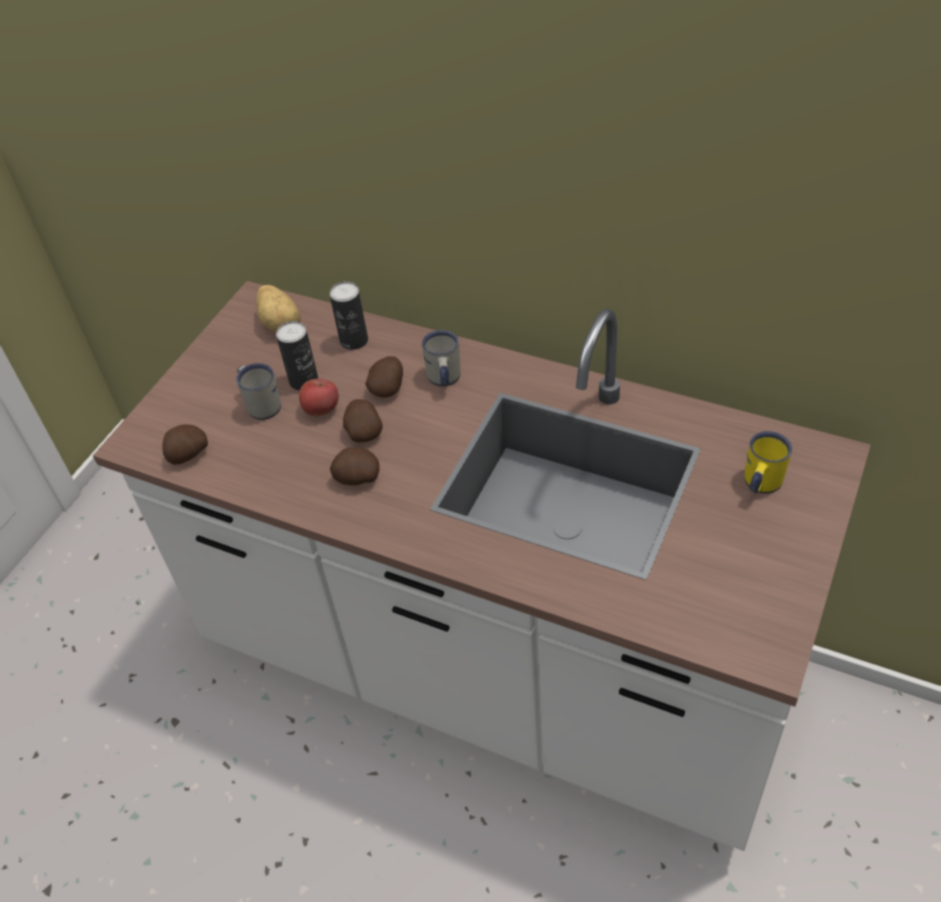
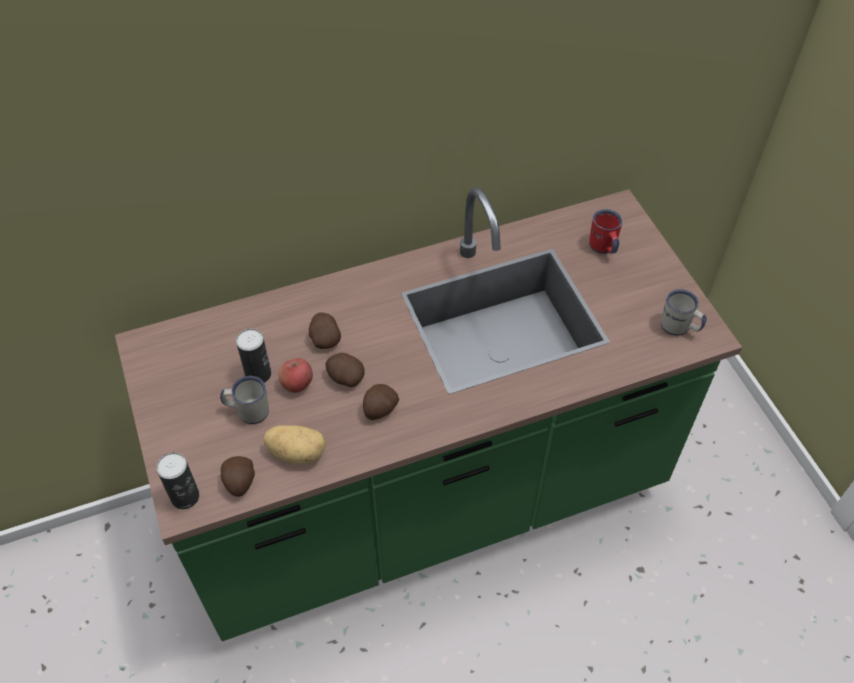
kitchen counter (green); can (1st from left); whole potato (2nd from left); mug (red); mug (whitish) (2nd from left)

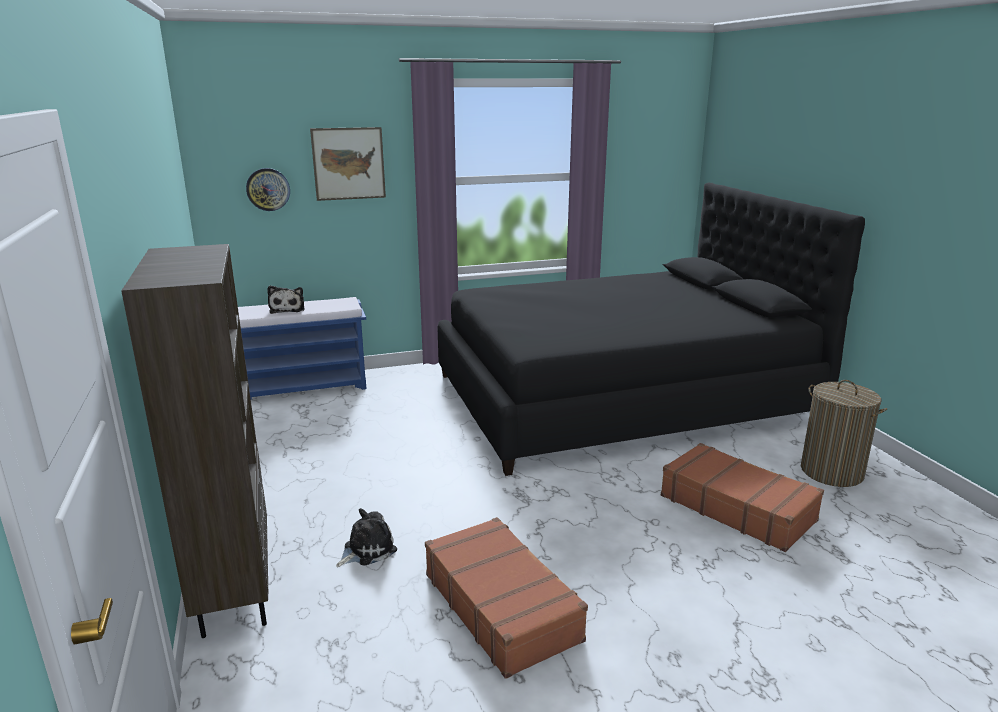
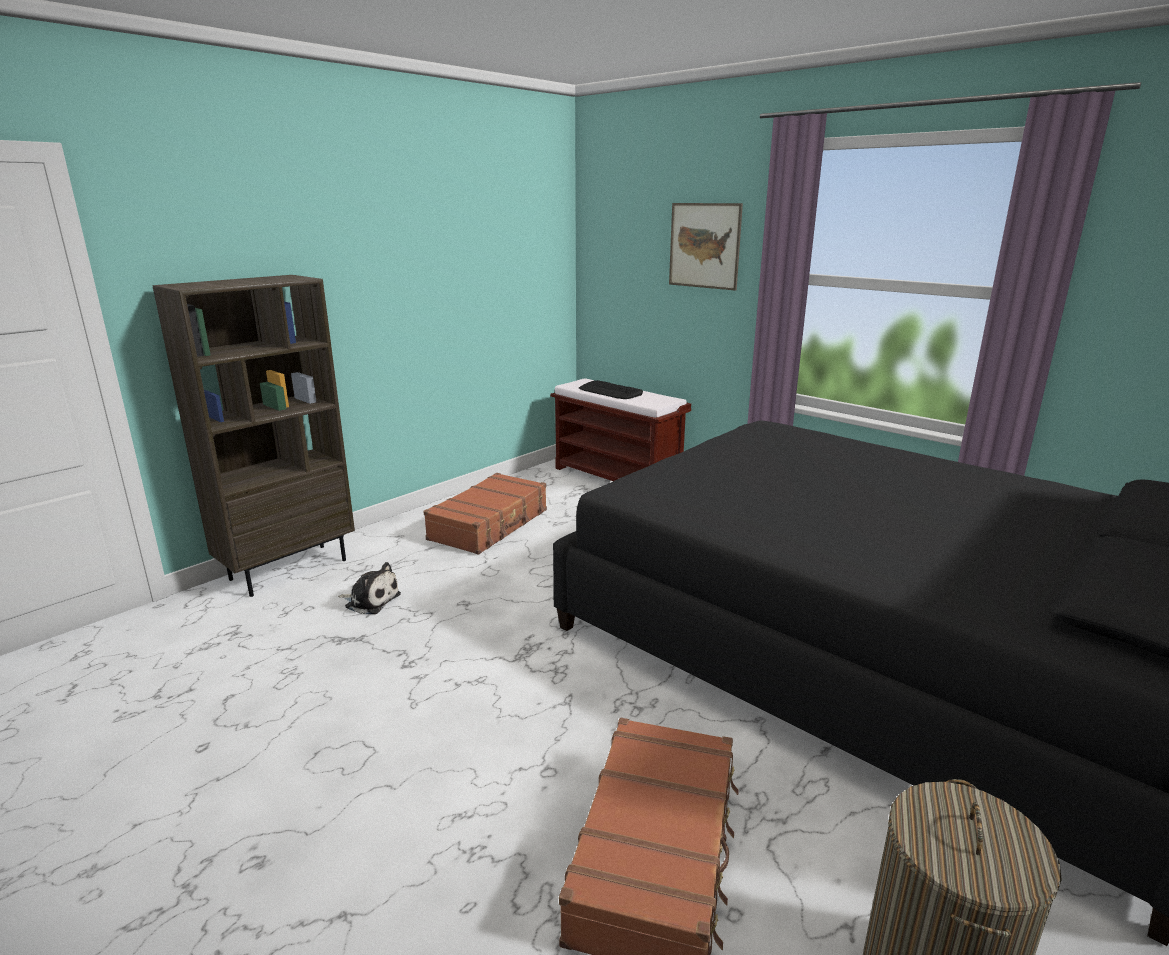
piece of luggage (brownish) (1st from left); long seat (brownish); PC keyboard; clock on the wall

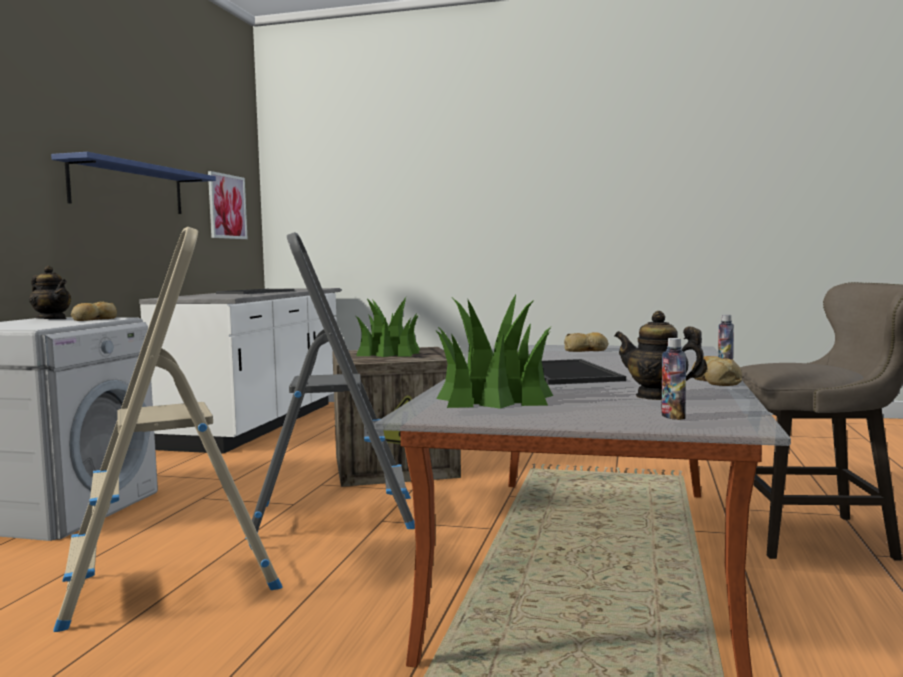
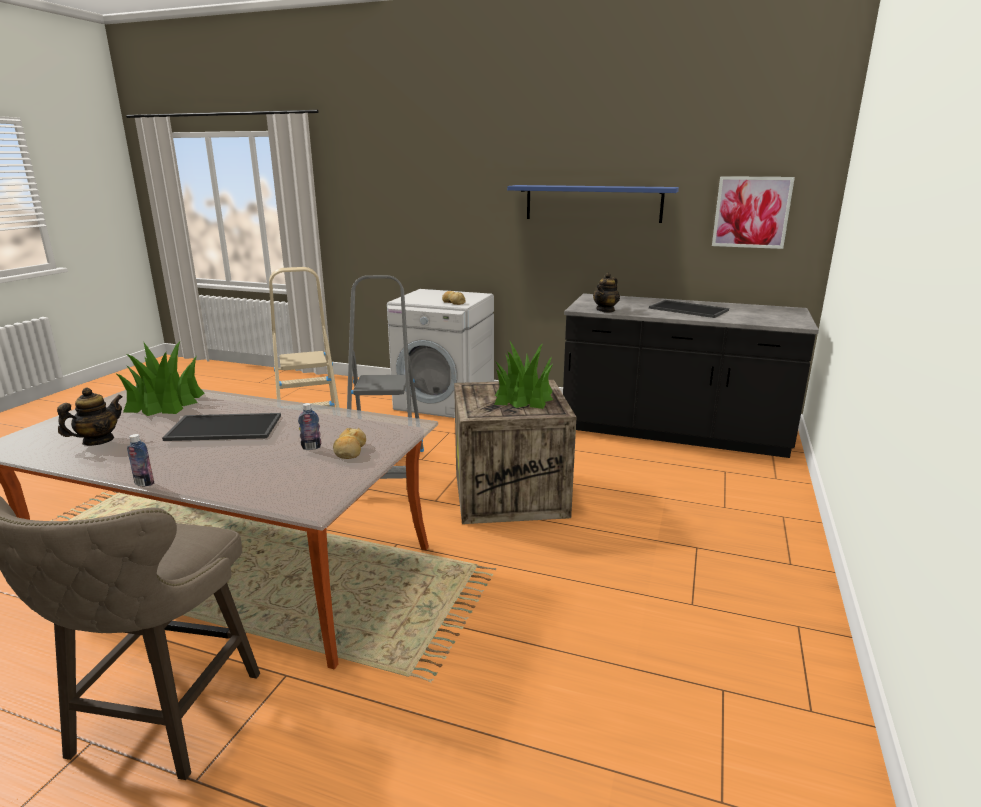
drink bottle (2nd from left); kitchen counter (black); pot for tea (2nd from left); bakery bread (3rd from left in the first image)

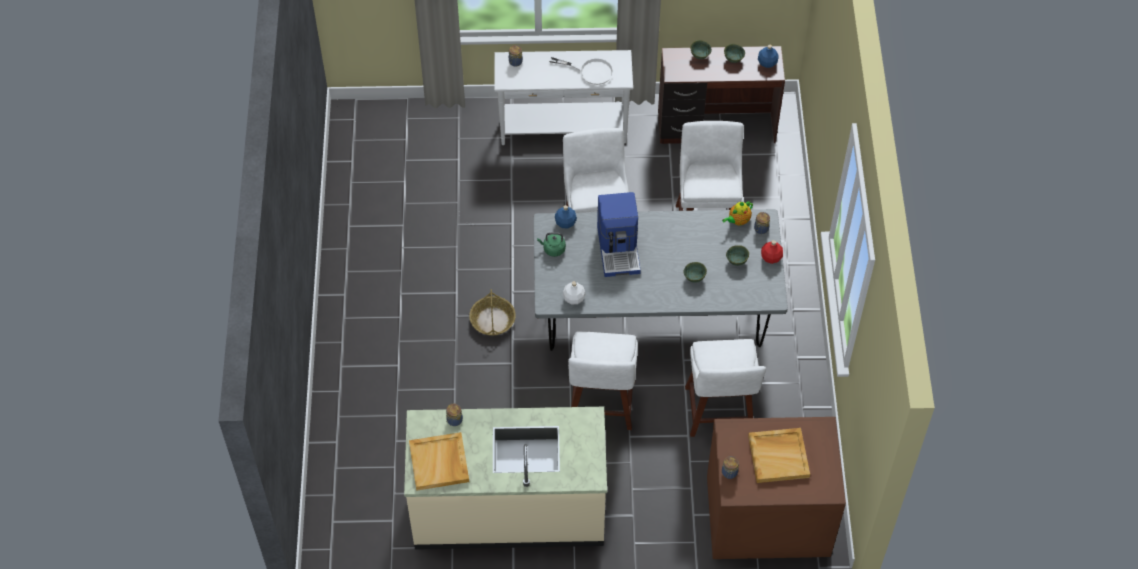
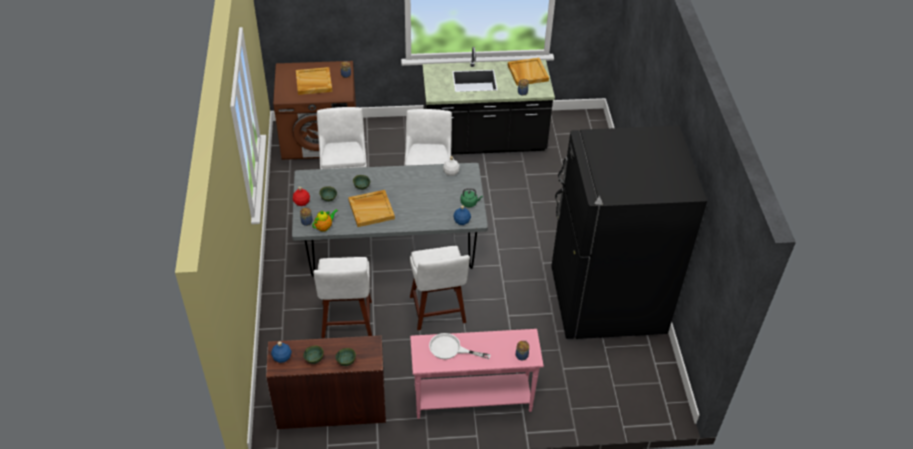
serving tray (beige-coloured) (2nd from left); hall table (pink-coloured); kitchen counter (black); kitchen fridge (black); household basket; coffee machine

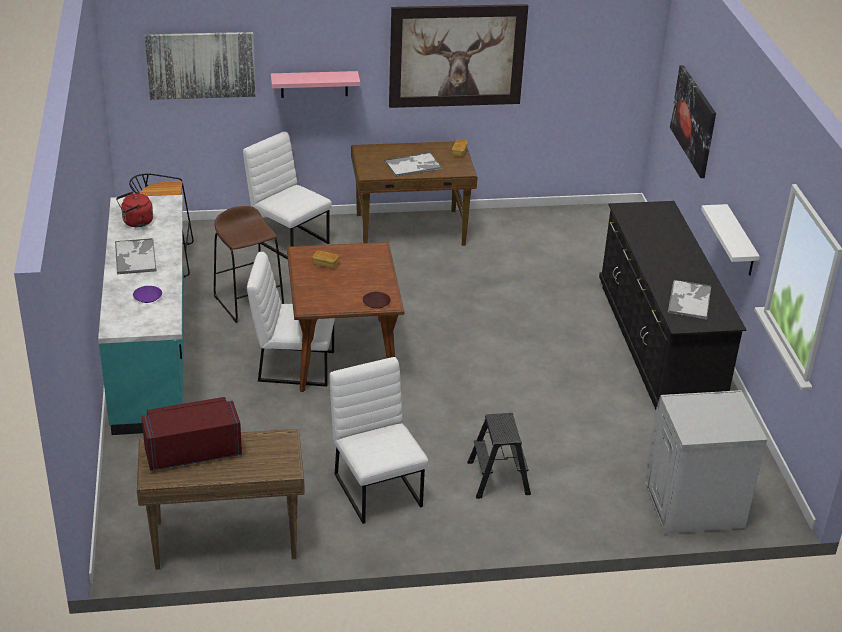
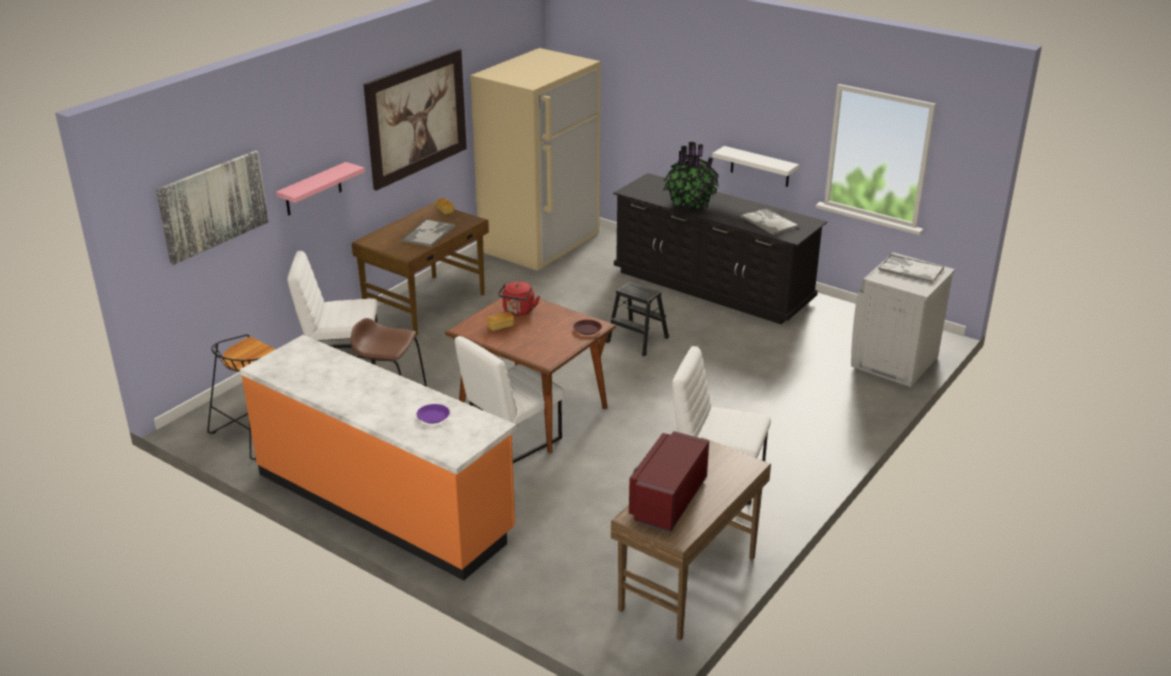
kitchen counter (orange-coloured); kitchen fridge (beige-coloured); water kettle (red); stepladder (black); potted plant; serving tray (3rd from left); wall picture (3rd from left in the first image)

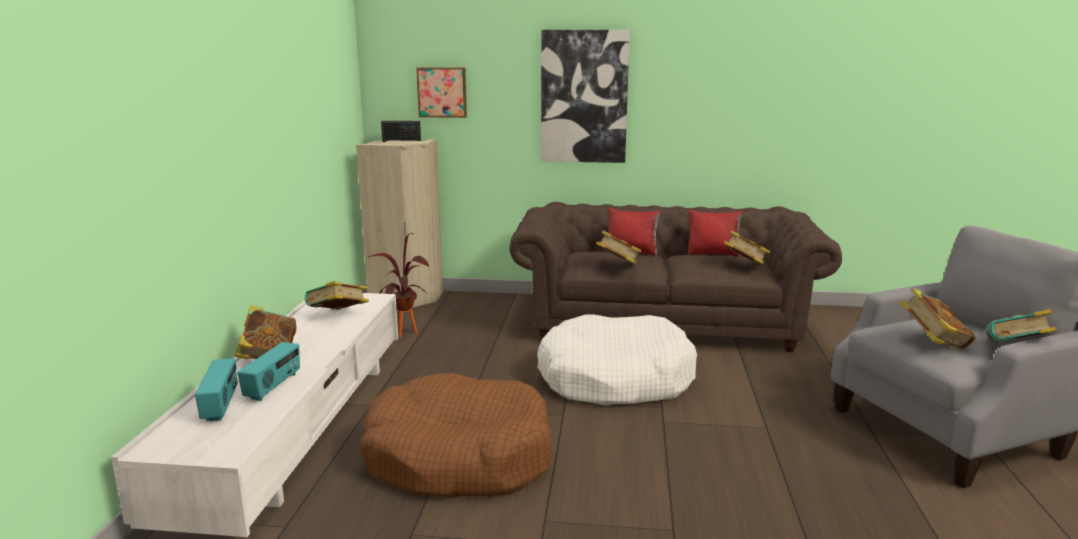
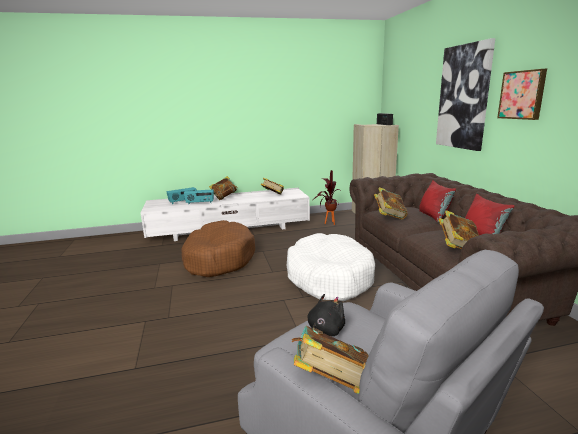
cuddly toy (black); wall picture (2nd from left)

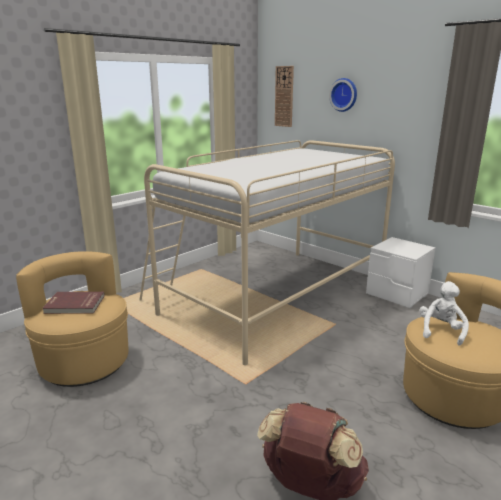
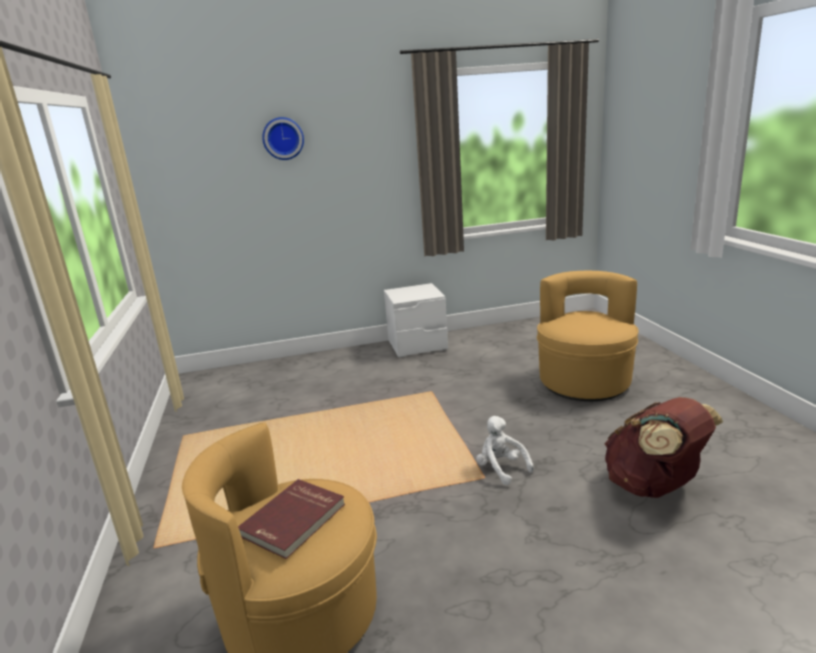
cuddly toy (whitish); sleeping bed (beige-coloured); clock on the wall (1st from left in the first image)

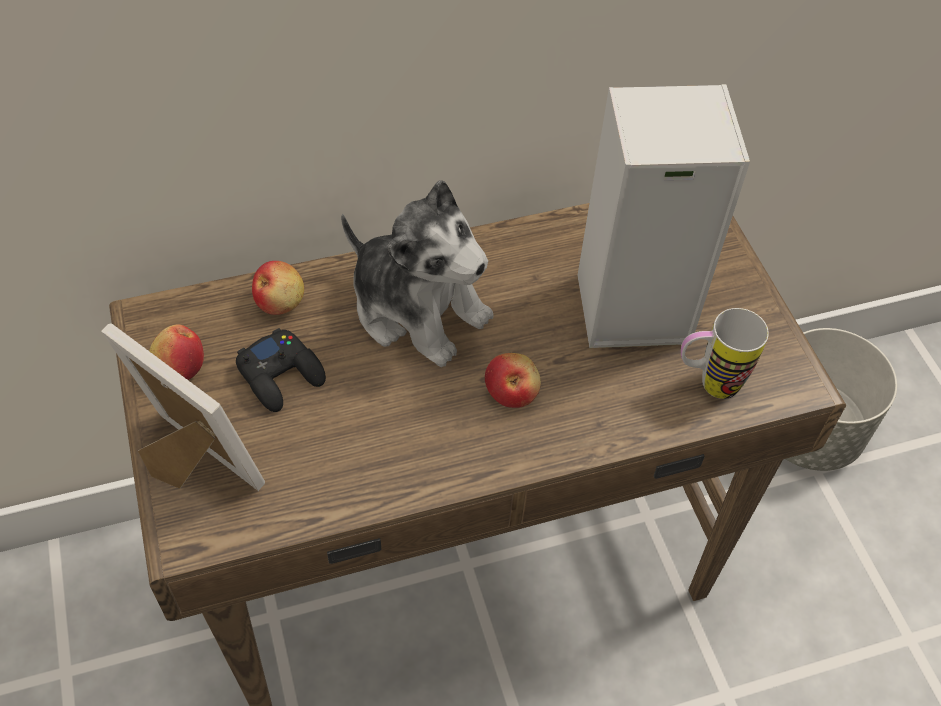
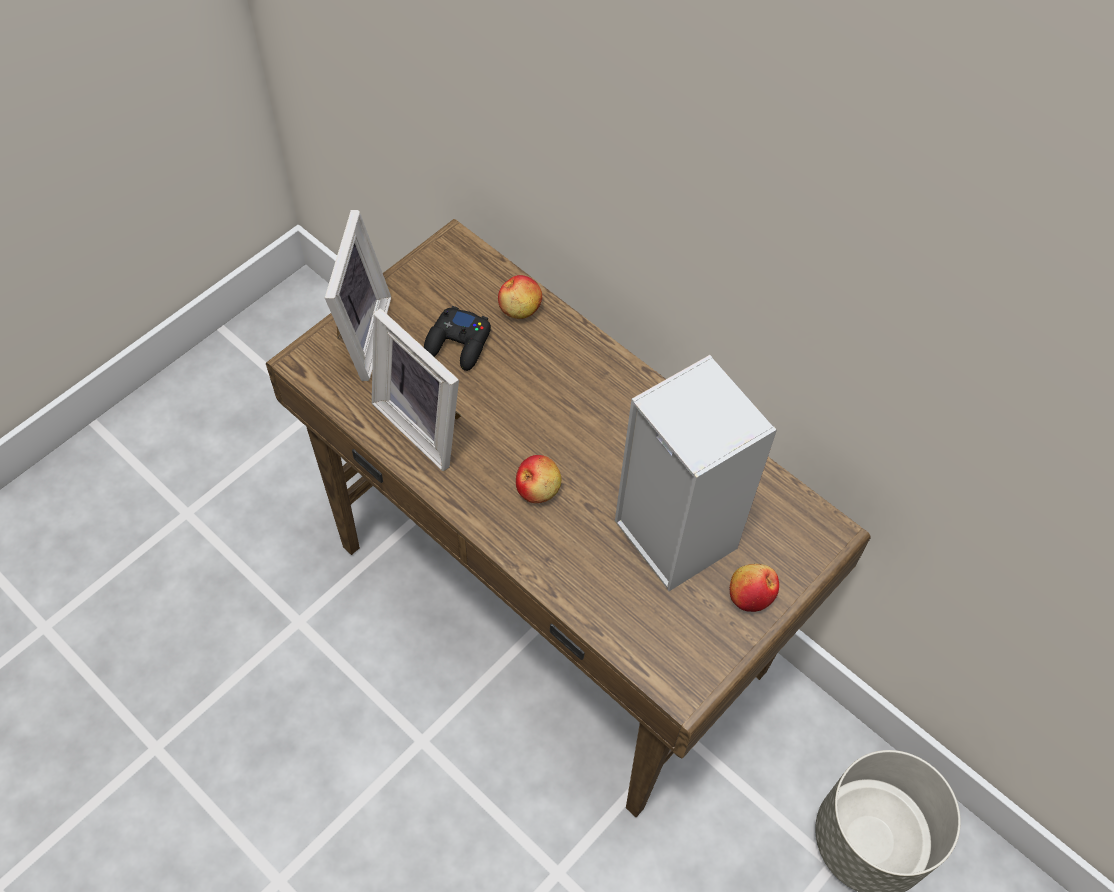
photo frame (2nd from left); whole apple (3rd from left); cuddly toy; mug

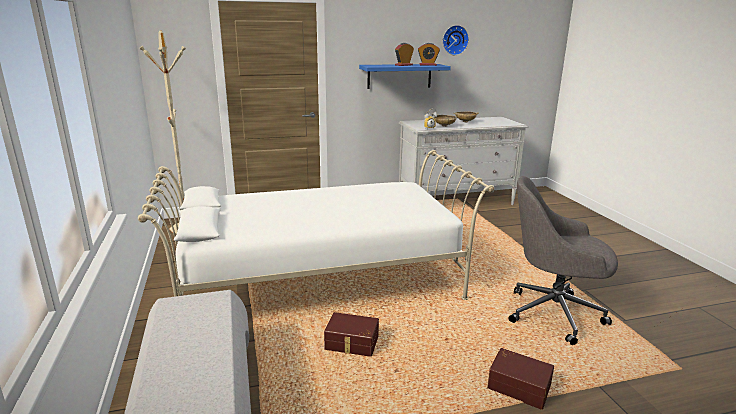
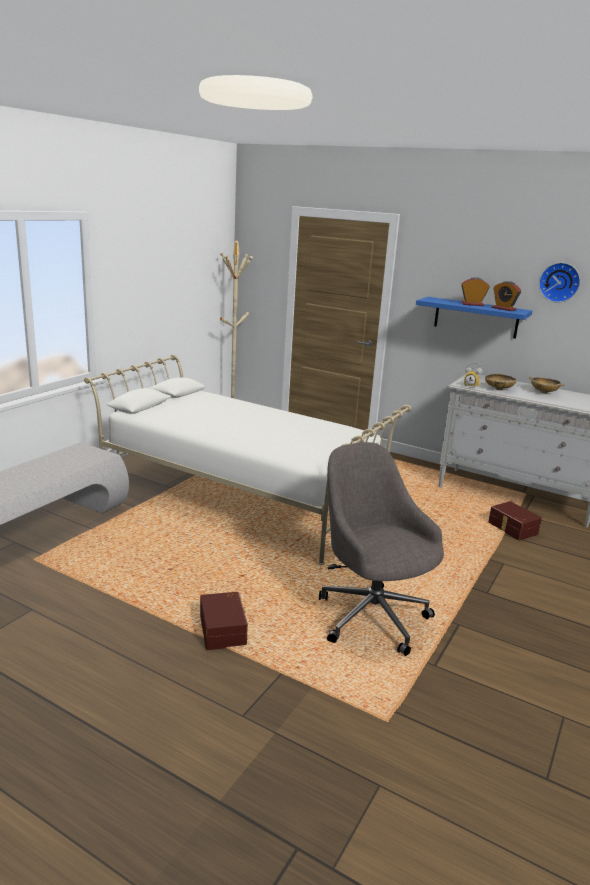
storage bin (brownish) (2nd from left)

